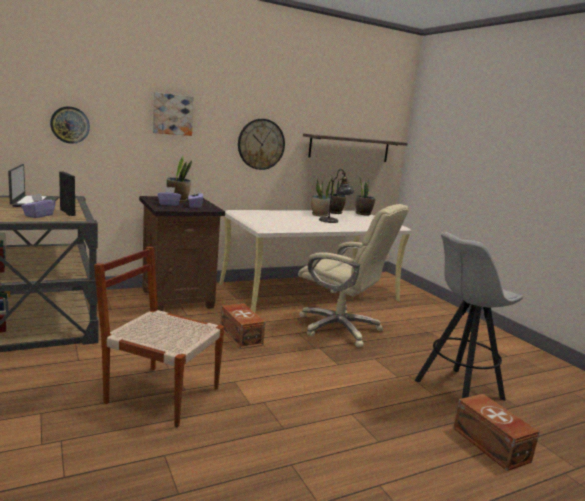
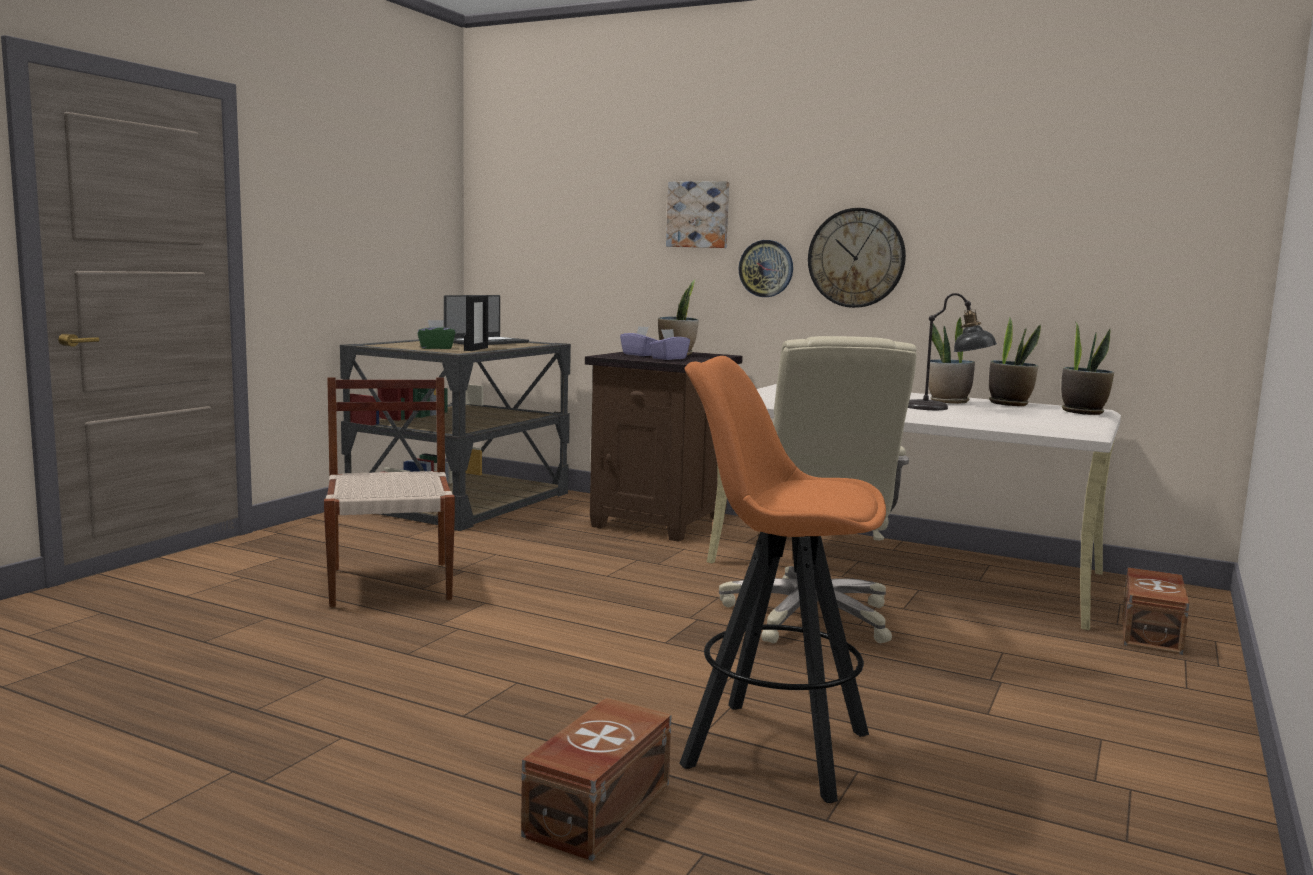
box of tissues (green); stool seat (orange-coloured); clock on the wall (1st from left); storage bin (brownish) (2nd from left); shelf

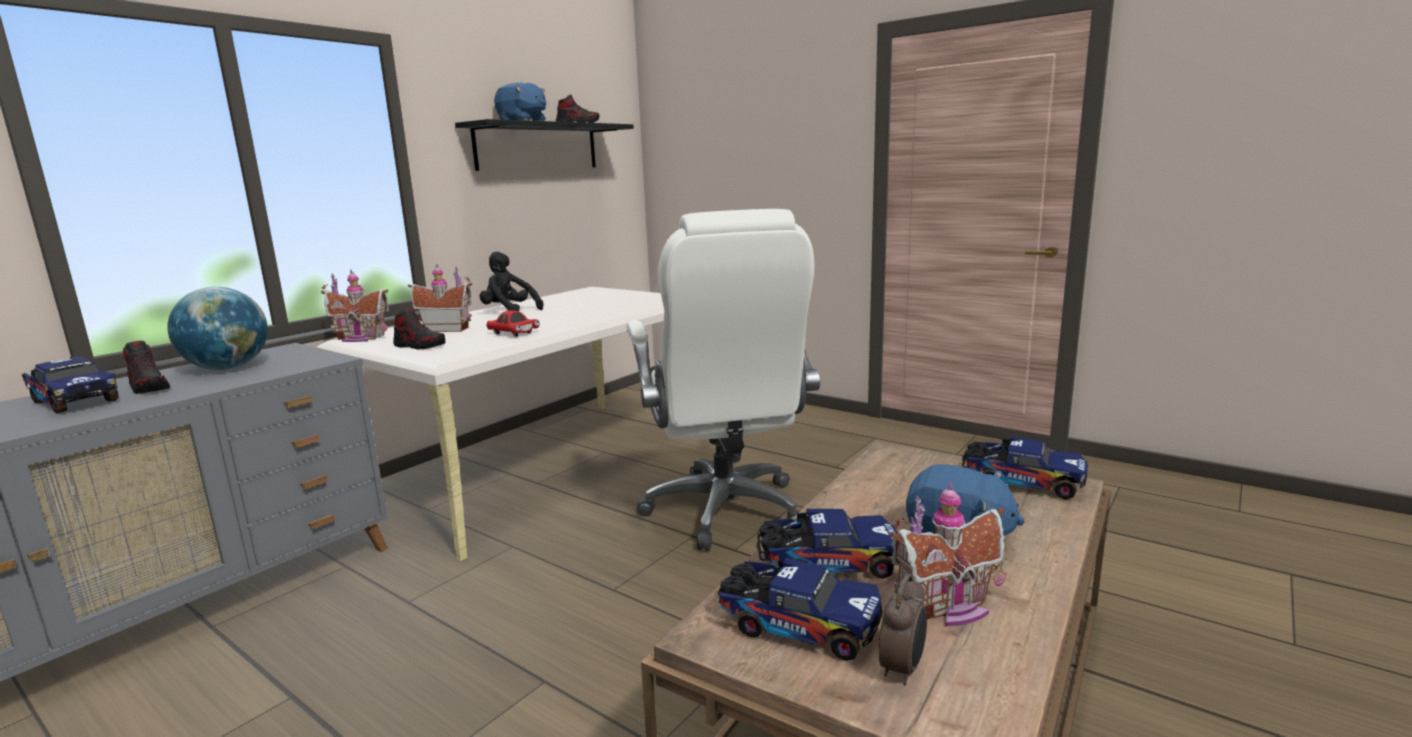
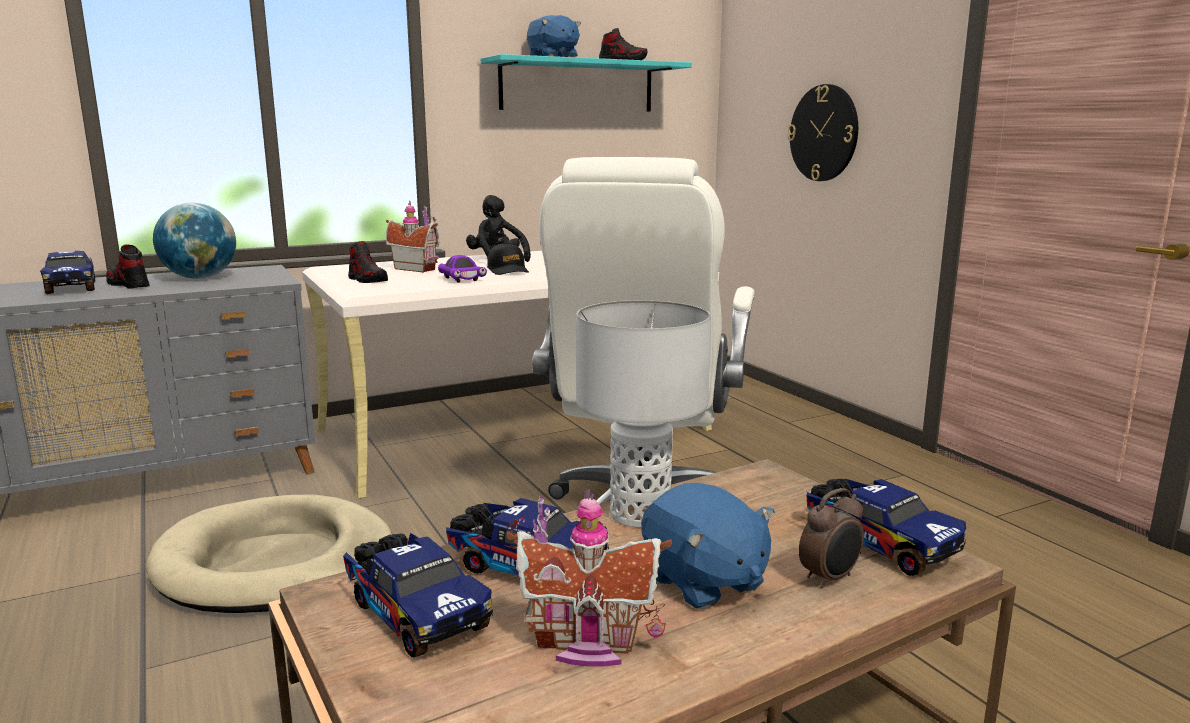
low shoe (1st from left); pet bed (beige-coloured); miniature car (purplish); shelf (blue-green); baseball cap (black); lamp for a table (whitish); clock on the wall; table clock; miniature house (1st from left in the first image)

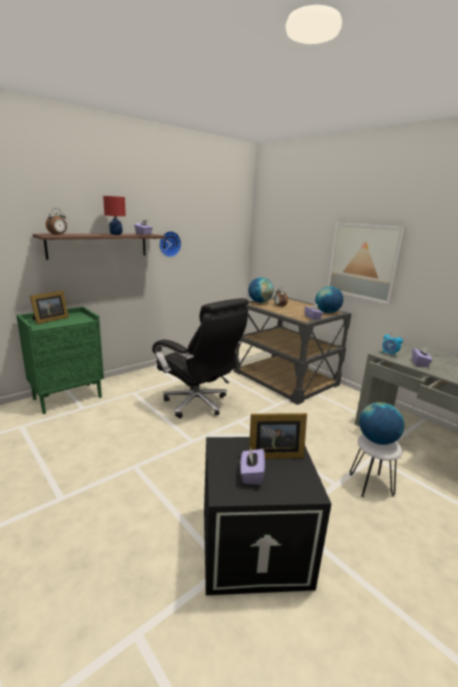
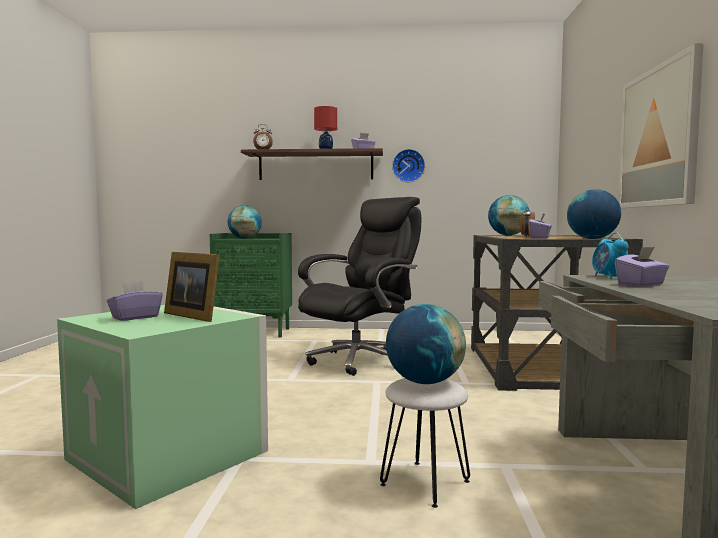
storage bin (green); globe (1st from left); computer chair (black)

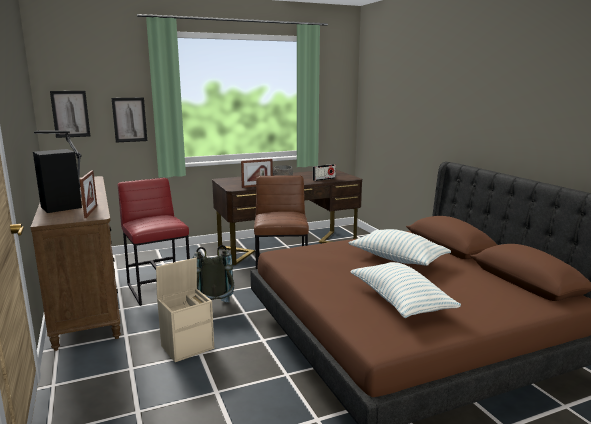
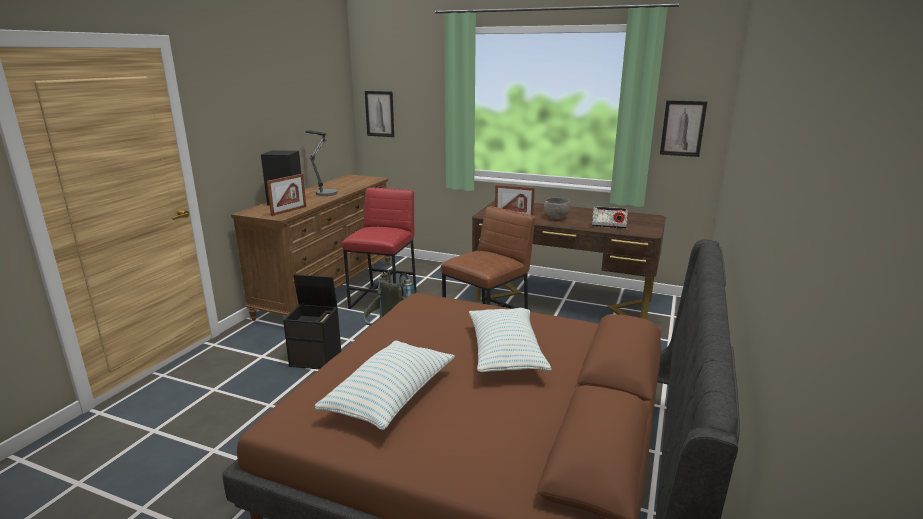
storage bin (black); wall picture (2nd from left)

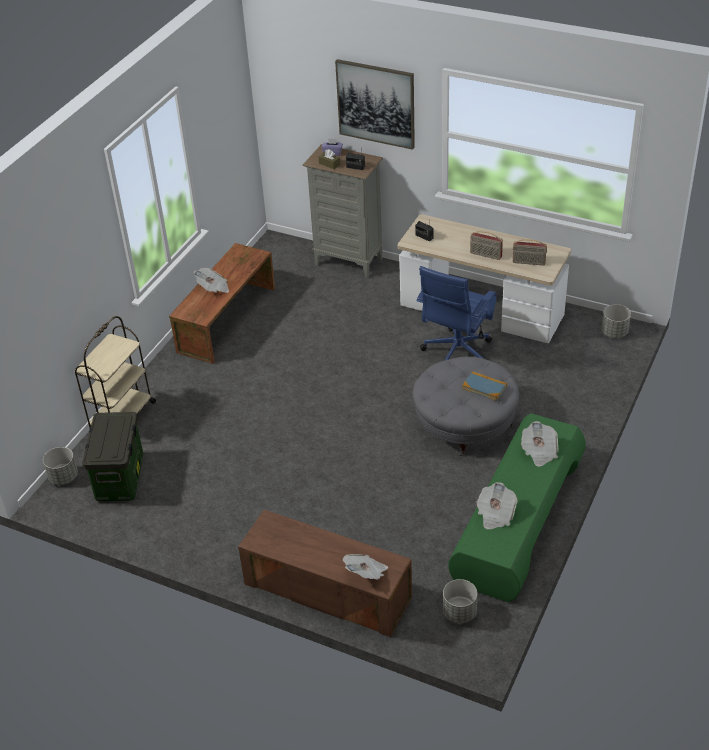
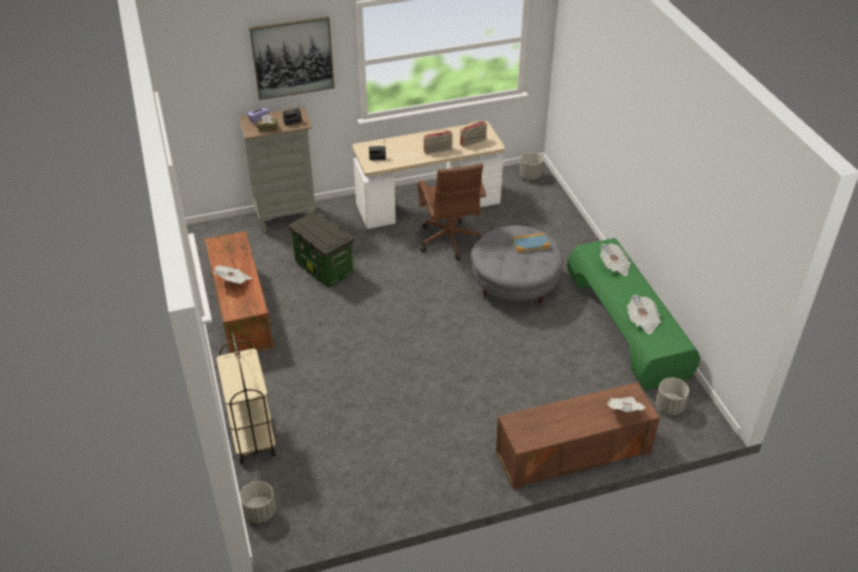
storage bin; computer chair (brownish)

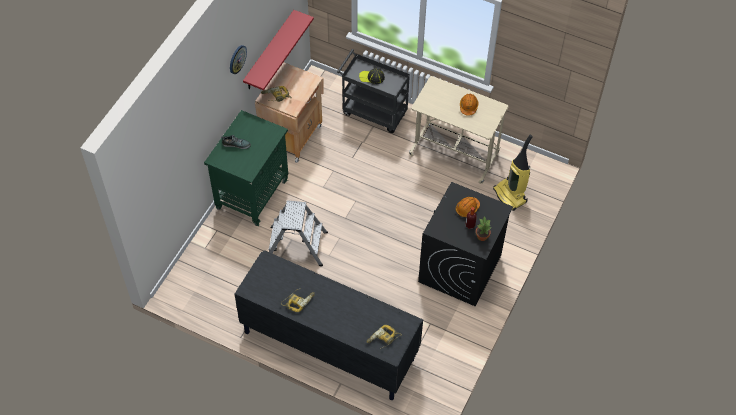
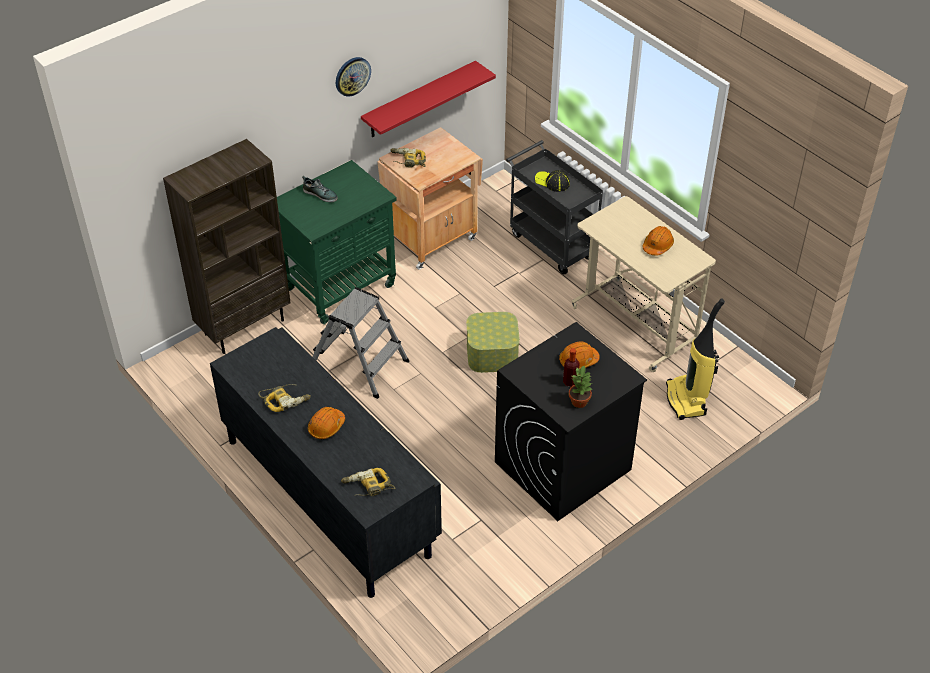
bookcase (brownish); work helmet (orange-coloured) (1st from left); storage bin

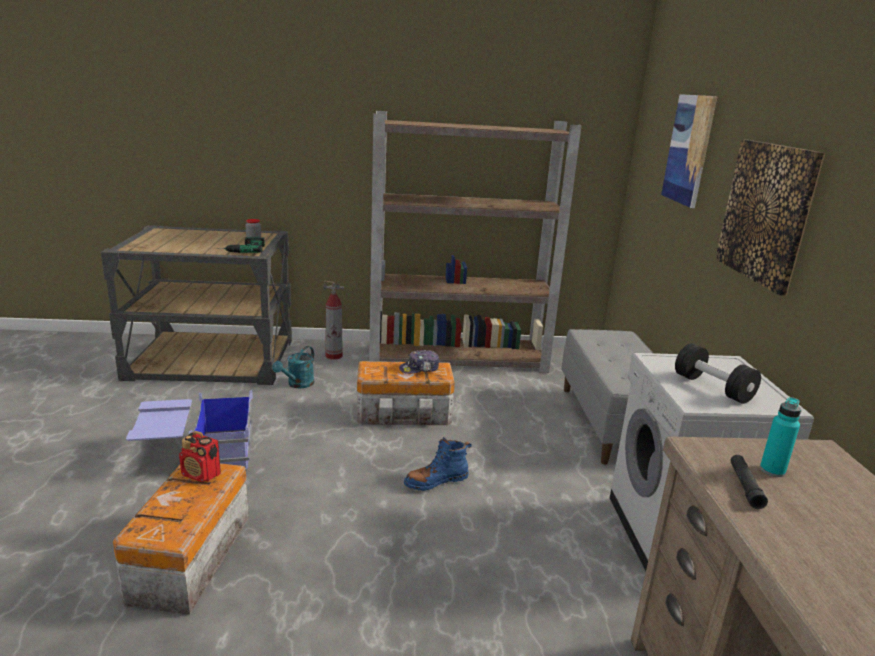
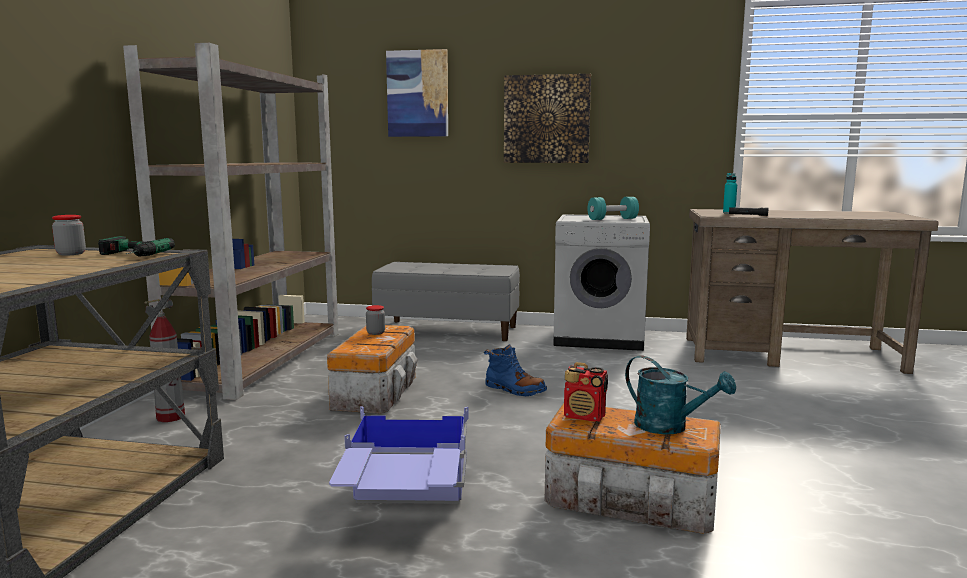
jar (2nd from left); tall boot (blue-coloured); radio; free weight (blue-green); watering pot (blue-green)

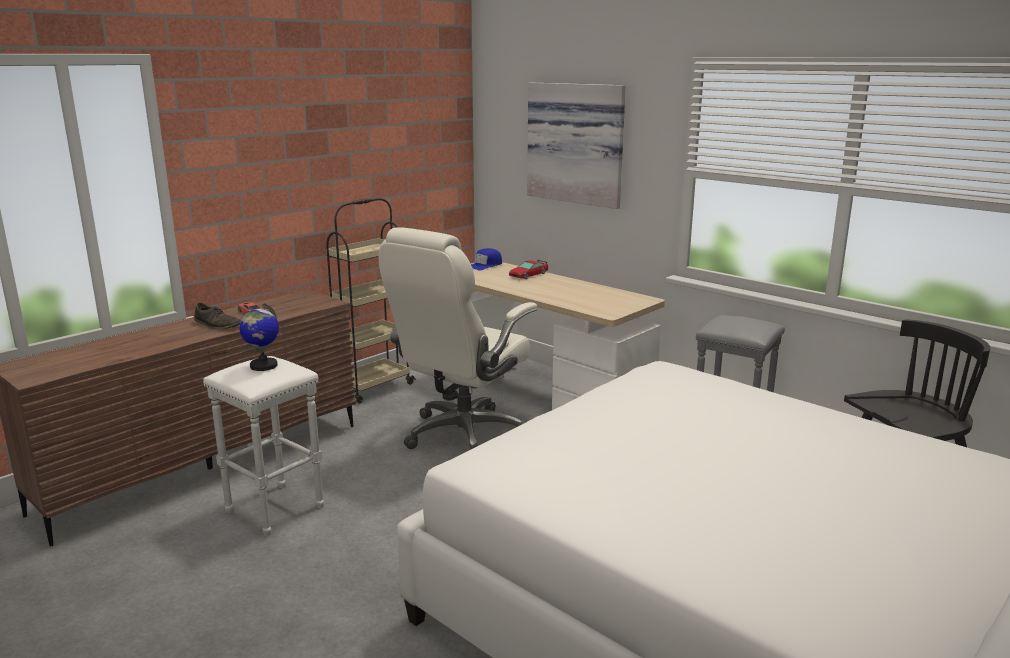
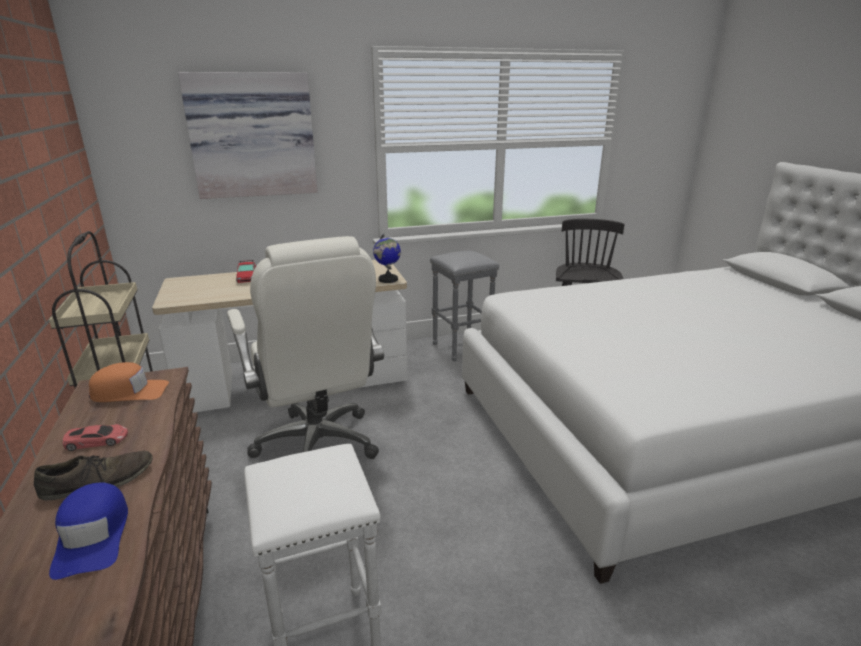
baseball cap (blue-coloured); baseball cap (orange-coloured); globe

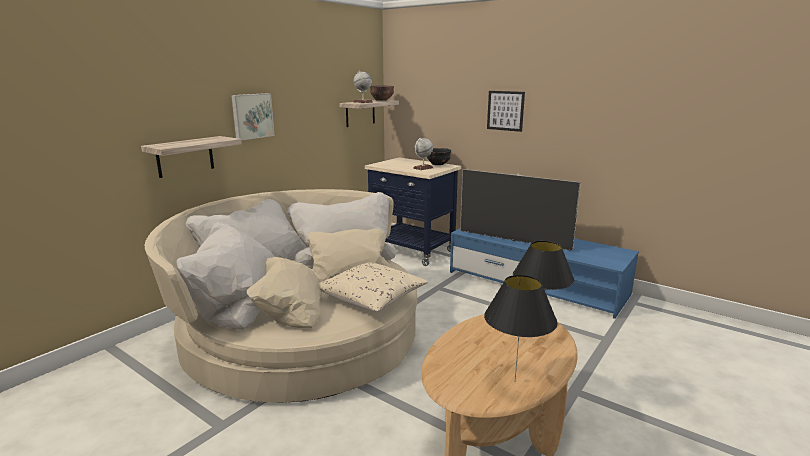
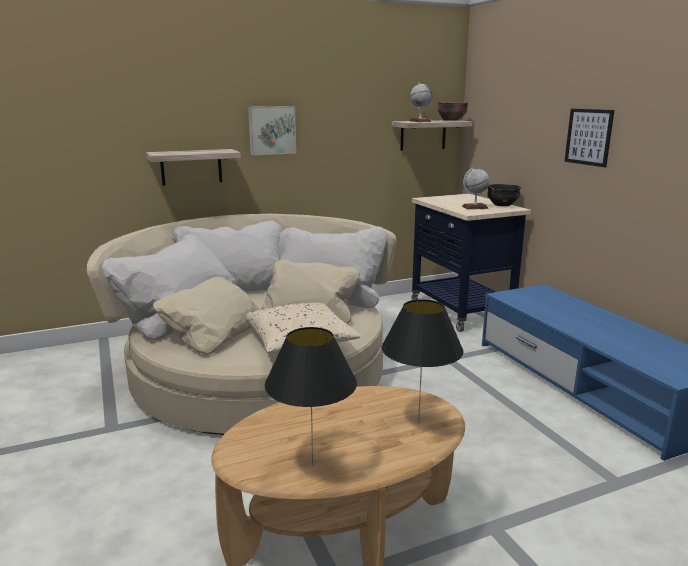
television

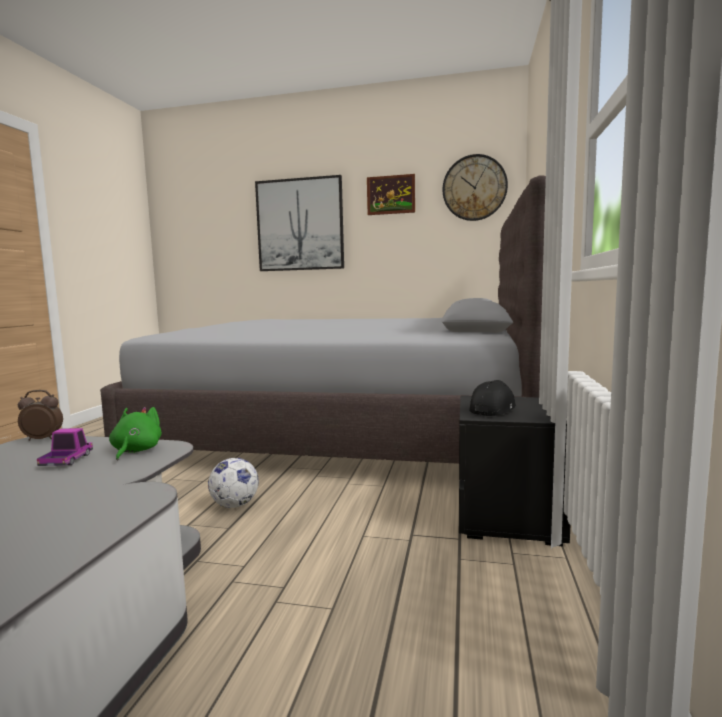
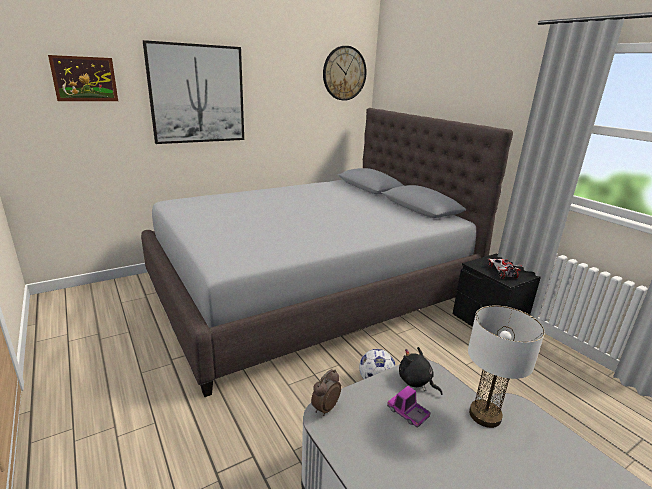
wall picture (1st from left); cuddly toy (black); lamp for a table; miniature car

